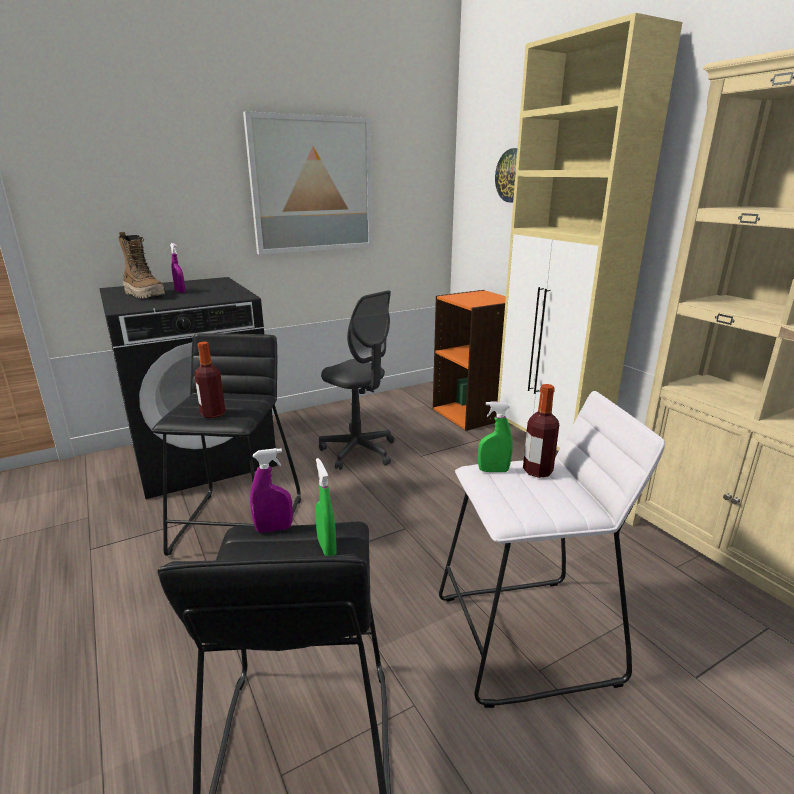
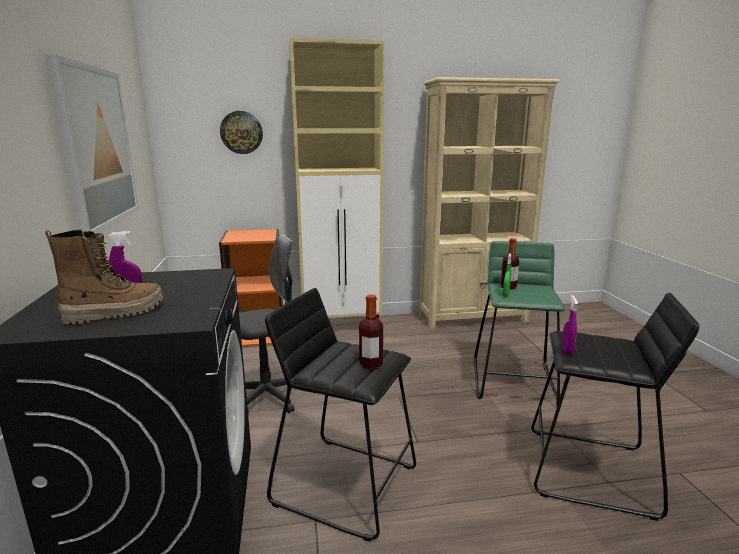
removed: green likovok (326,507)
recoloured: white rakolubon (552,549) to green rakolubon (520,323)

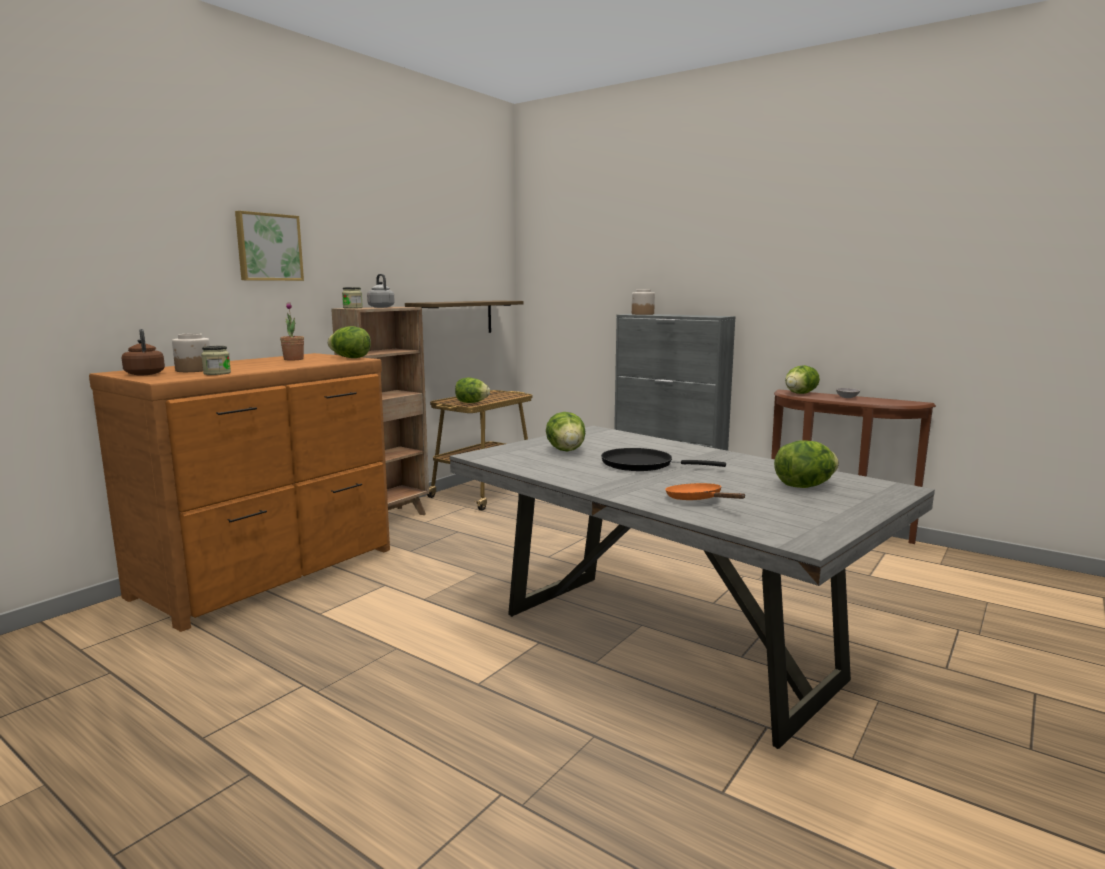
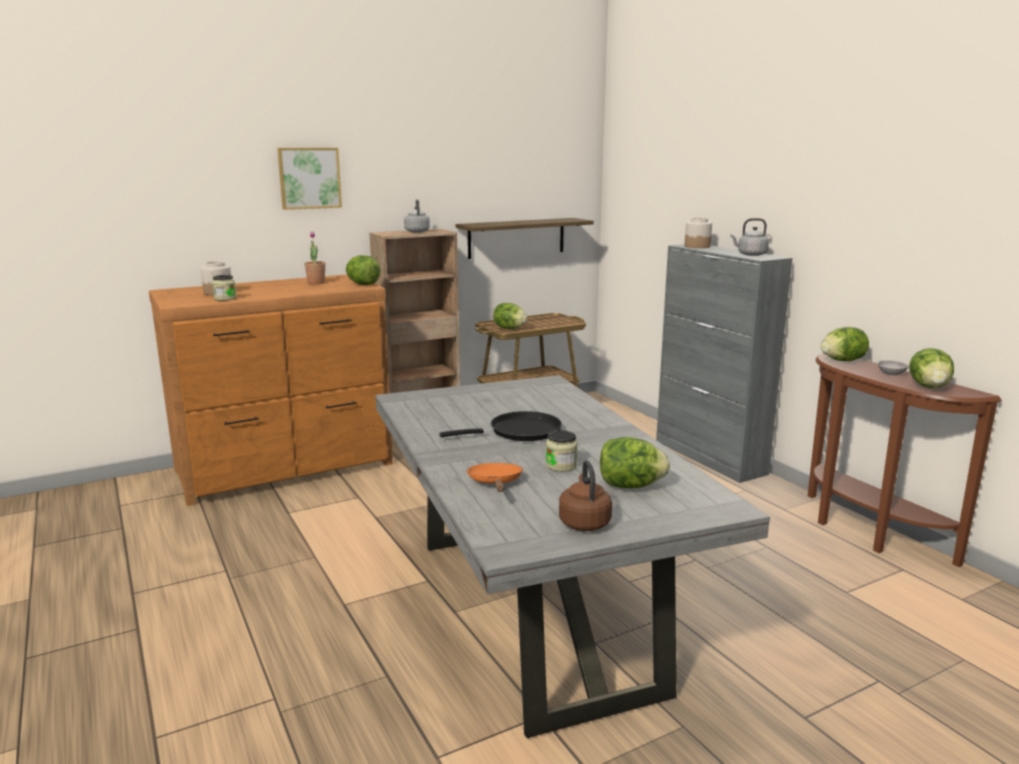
added: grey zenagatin (749,237)
moved: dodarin (352,297) to (562,451); brown zenagatin (143,352) to (585,495); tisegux (565,432) to (931,368)
turned: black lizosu (663,459) = (500,426) 120 degrees clockwise

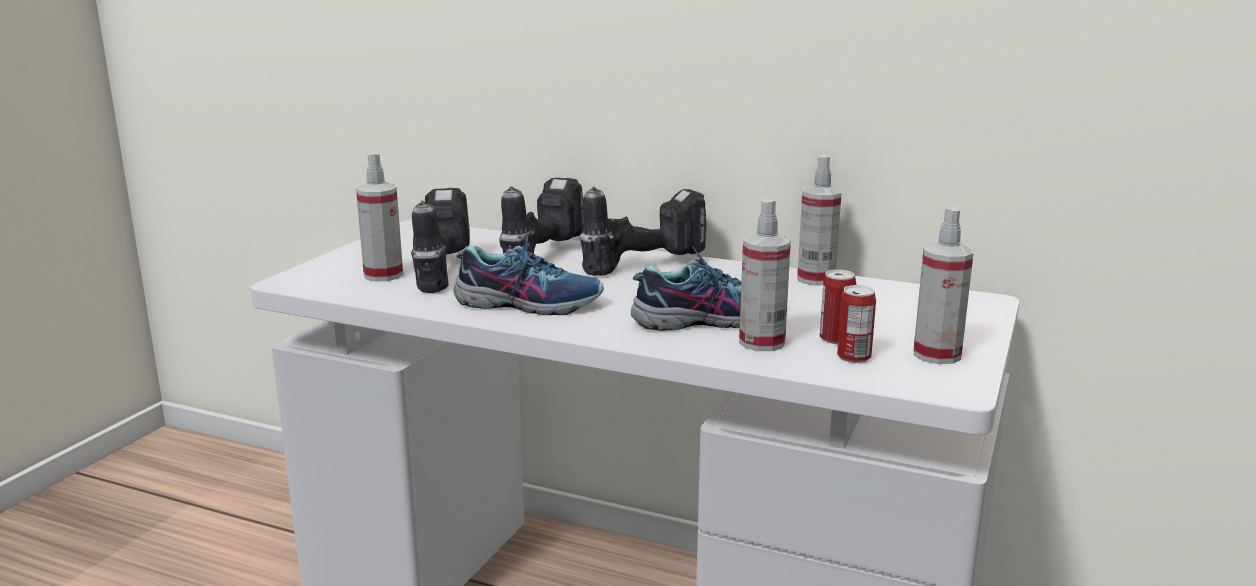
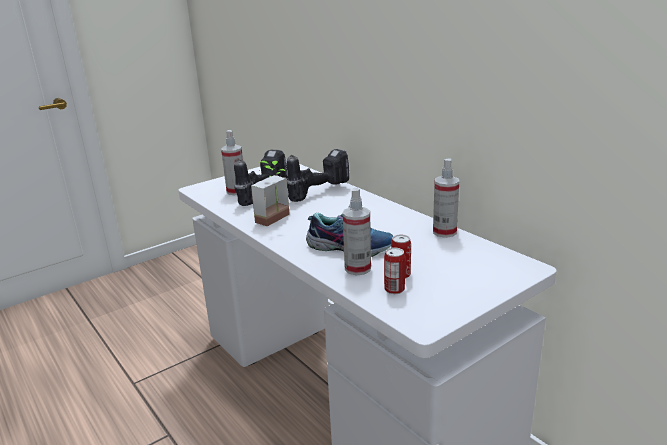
removed: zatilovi (643,231); likovok (943,285)
replaced: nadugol (529,274) to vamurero (270,193)

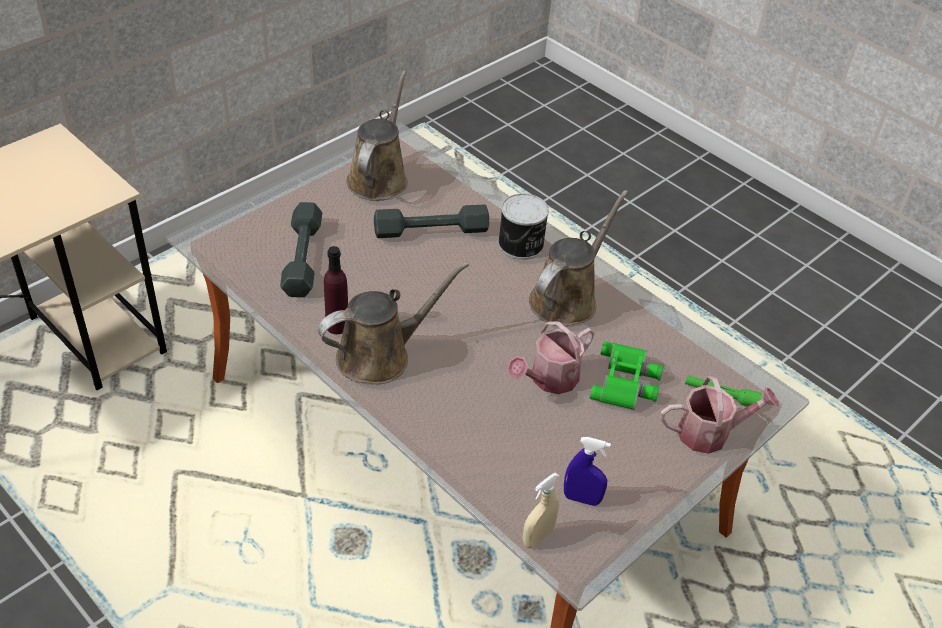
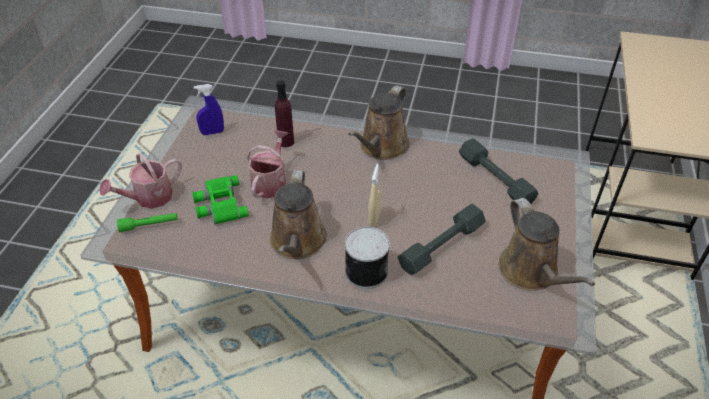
moved: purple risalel (336,290) to (284,113); beige likovok (541,510) to (374,195)

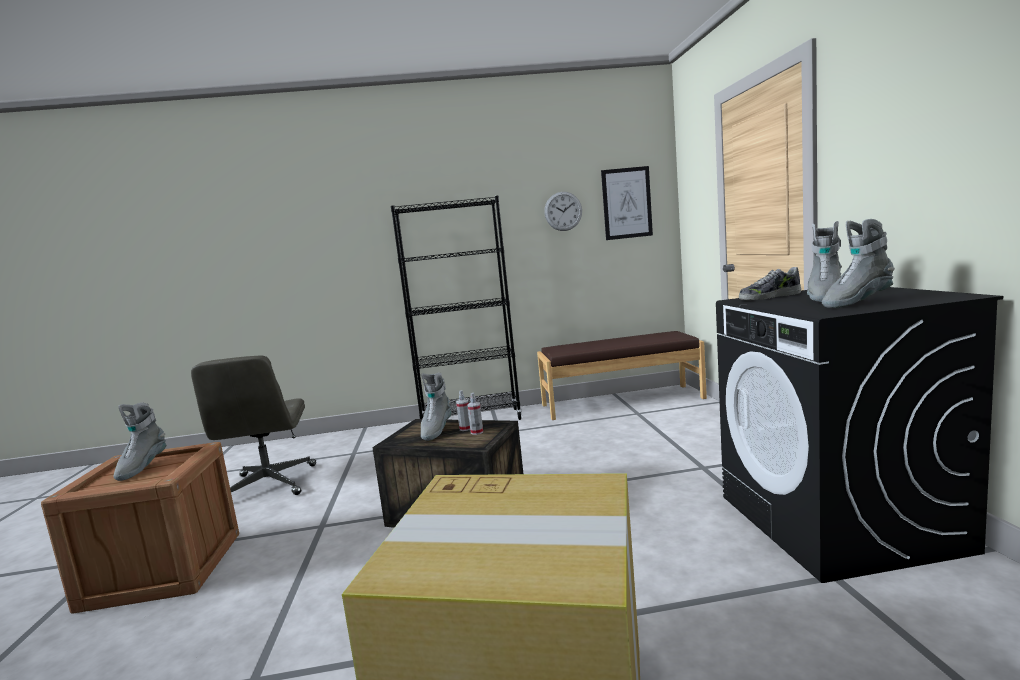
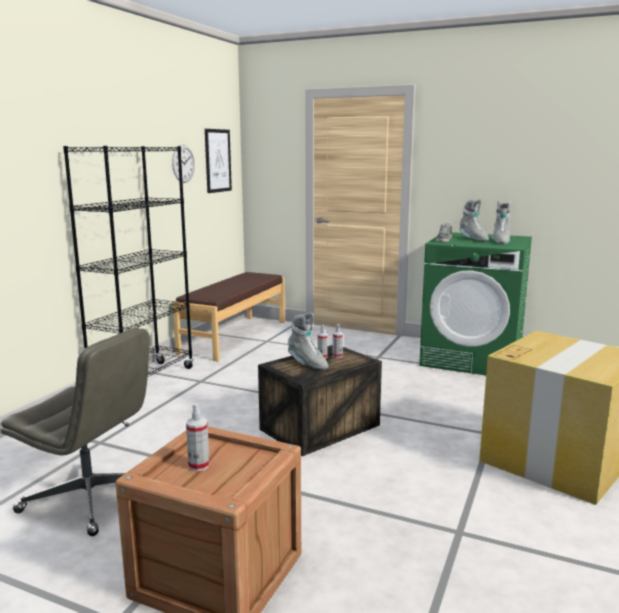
replaced: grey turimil (140,441) to likovok (198,437)
recoloured: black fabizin (859,435) to green fabizin (475,303)

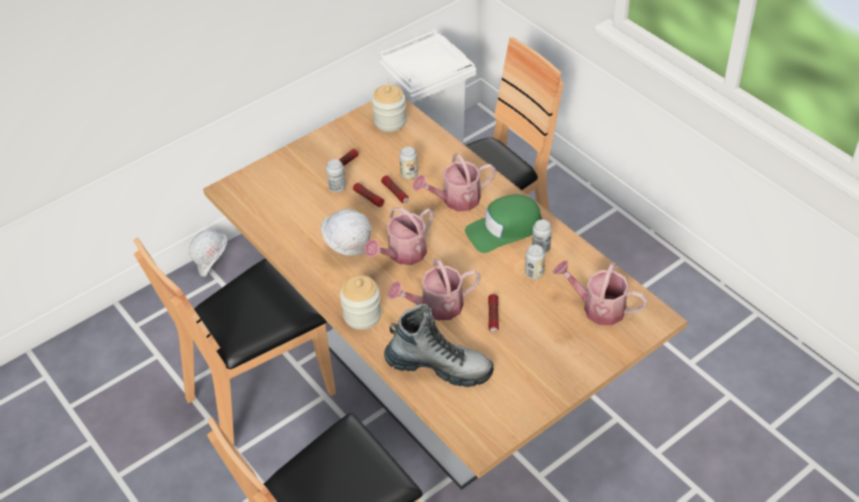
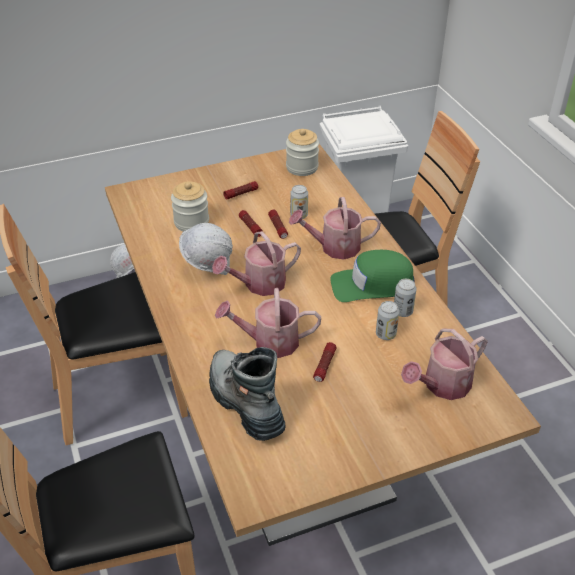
removed: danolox (336,175)
moved: dodarin (360,302) to (190,206)
turned: turimil (439,345) = (247,394) 150 degrees counterclockwise; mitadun (600,293) = (444,364) 75 degrees counterclockwise

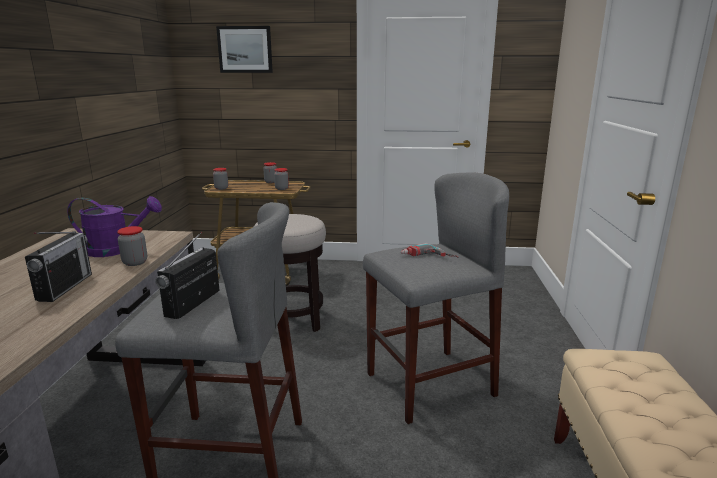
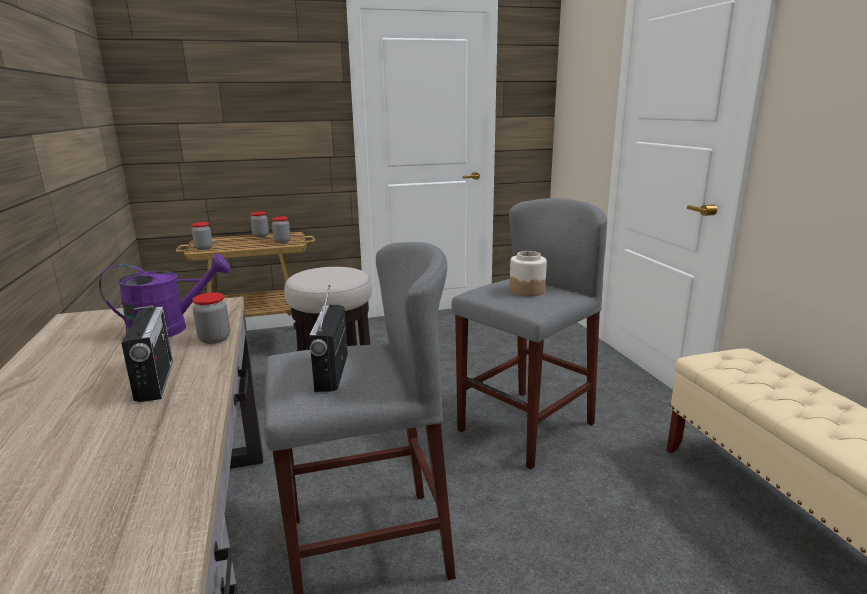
removed: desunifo (244,49)
replaced: zatilovi (430,250) to dodarin (528,274)

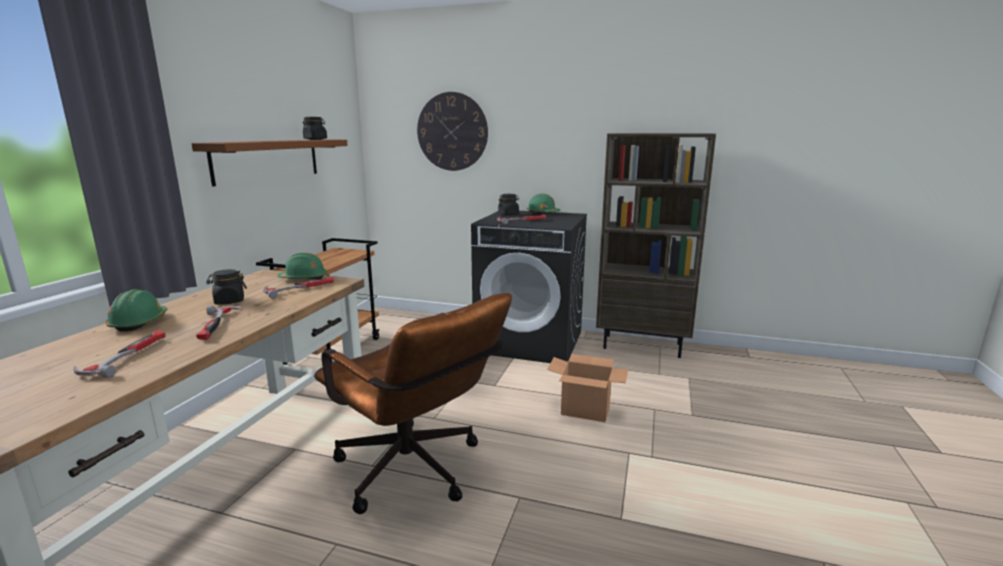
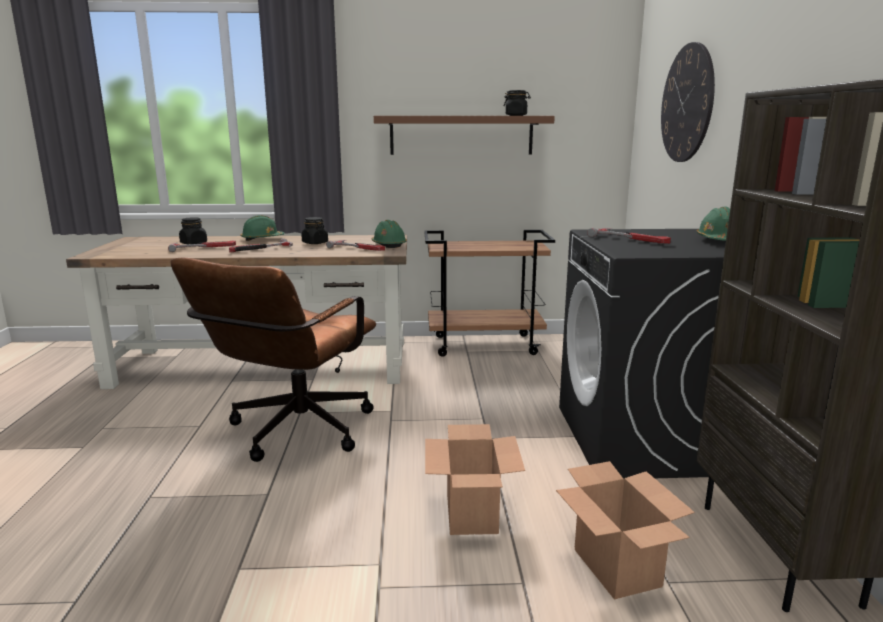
added: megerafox (625,530)
moved: black dodarin (508,204) to (193,230)

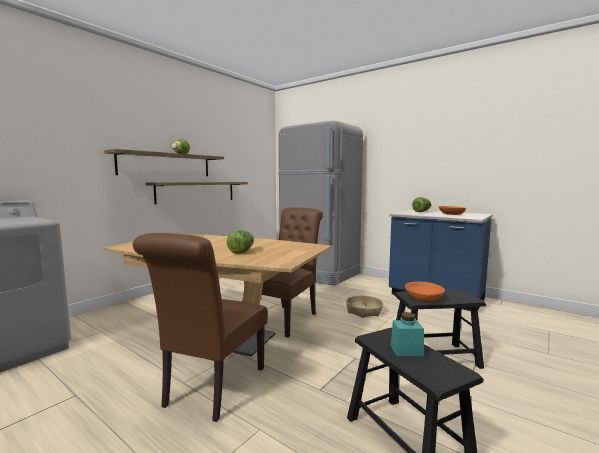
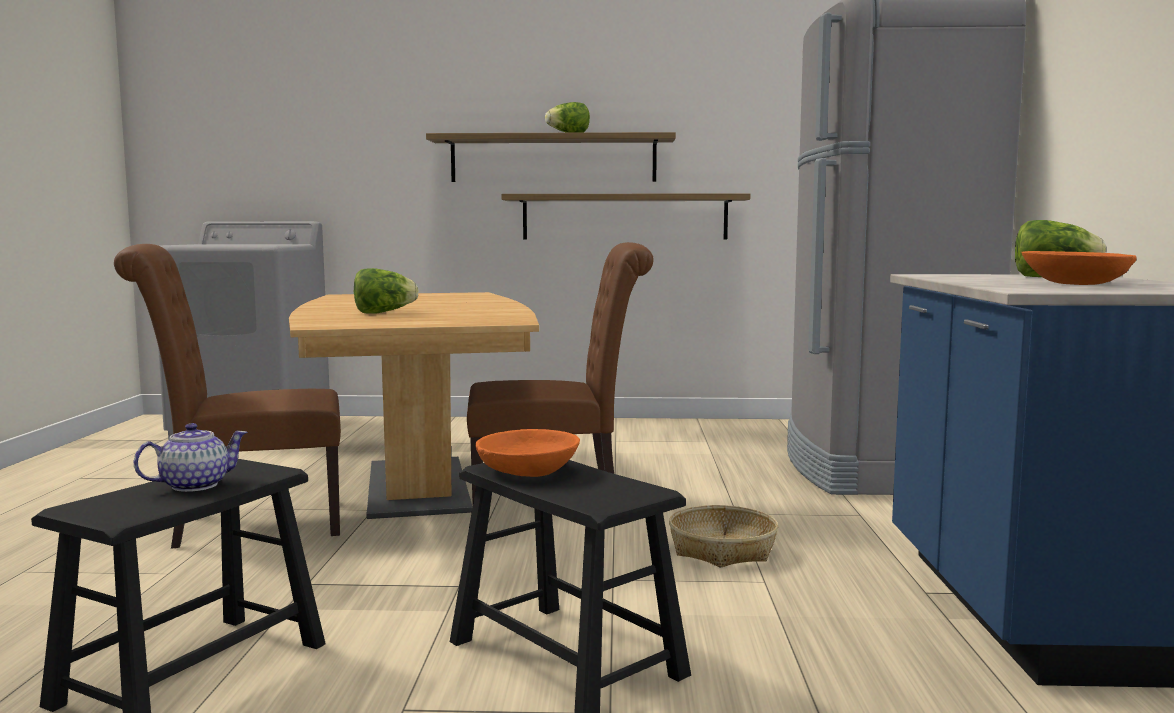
replaced: turquoise dodarin (407,334) to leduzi (191,457)

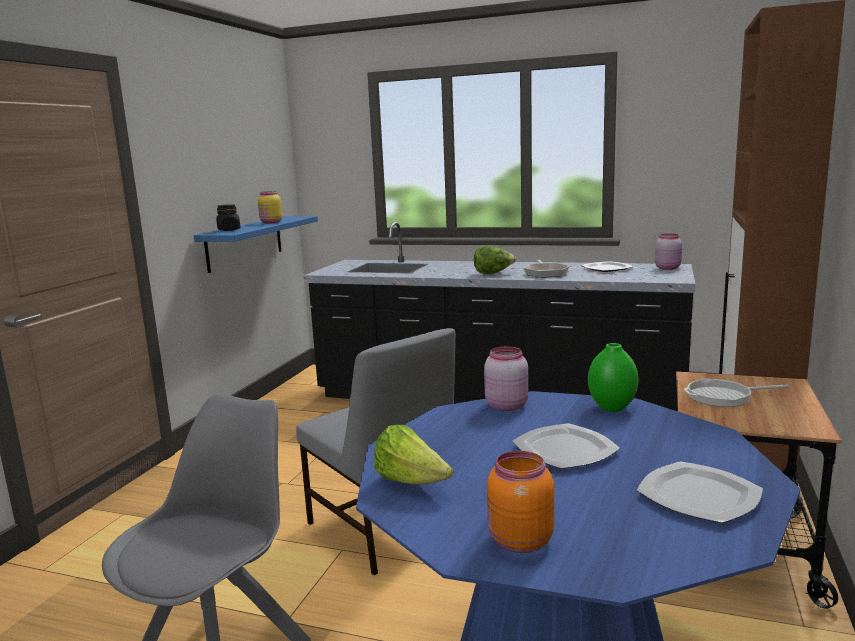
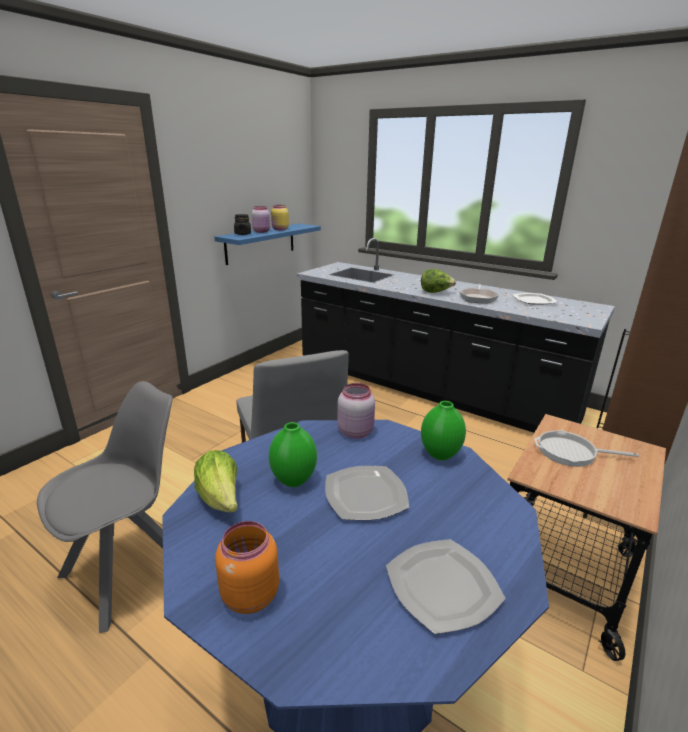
added: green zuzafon (293,454)
moved: pink dodarin (668,251) to (260,219)

